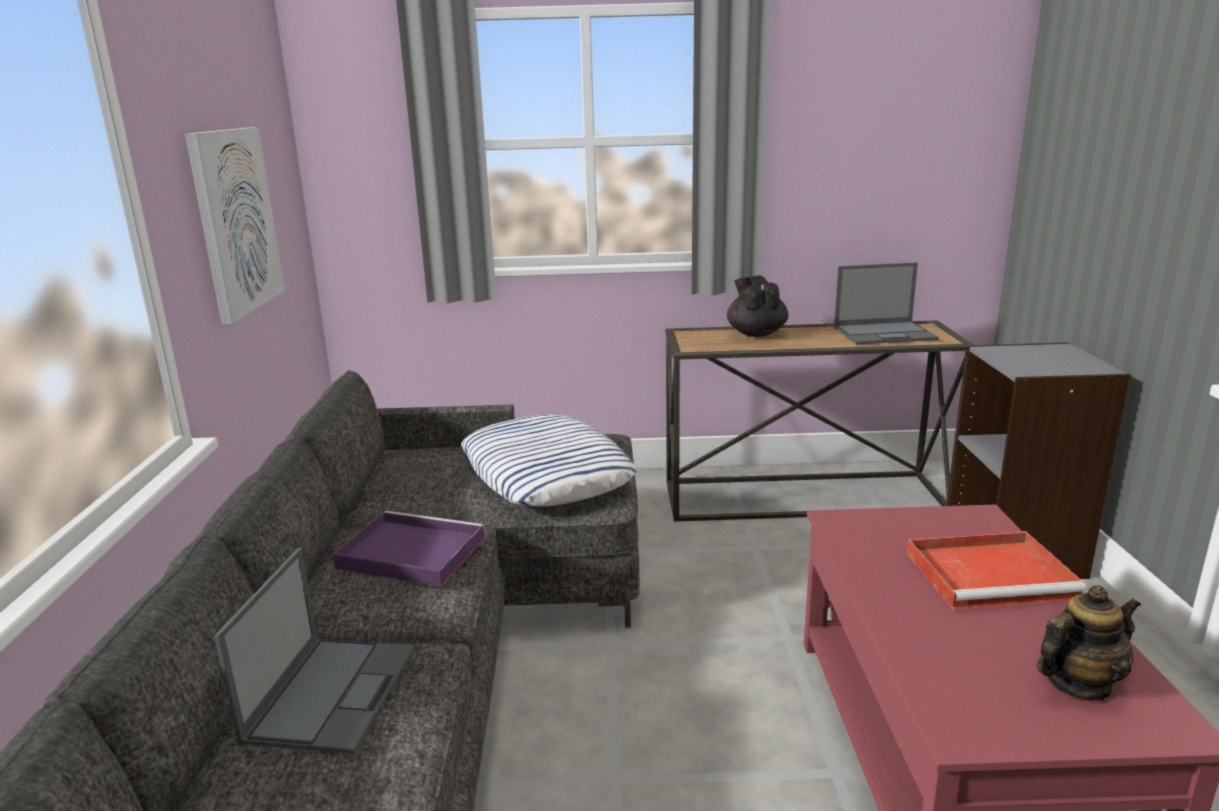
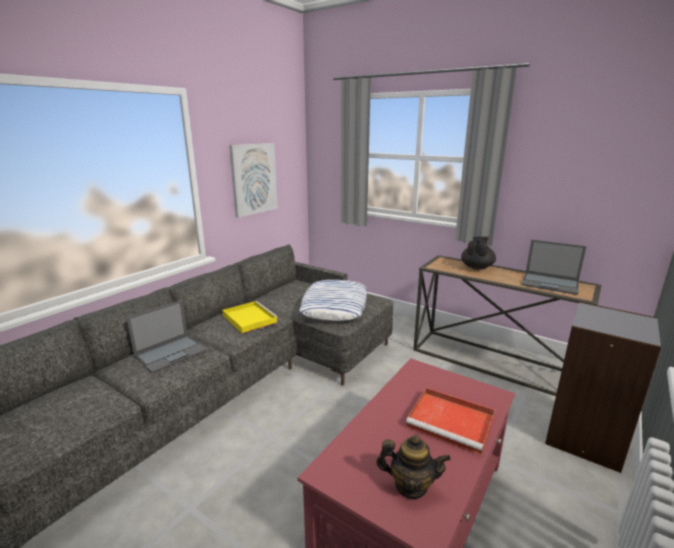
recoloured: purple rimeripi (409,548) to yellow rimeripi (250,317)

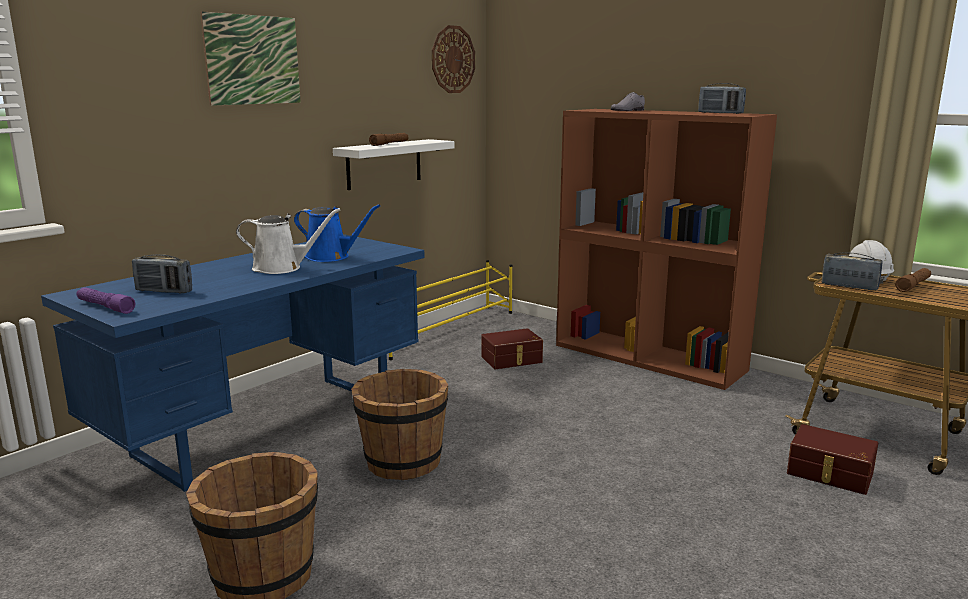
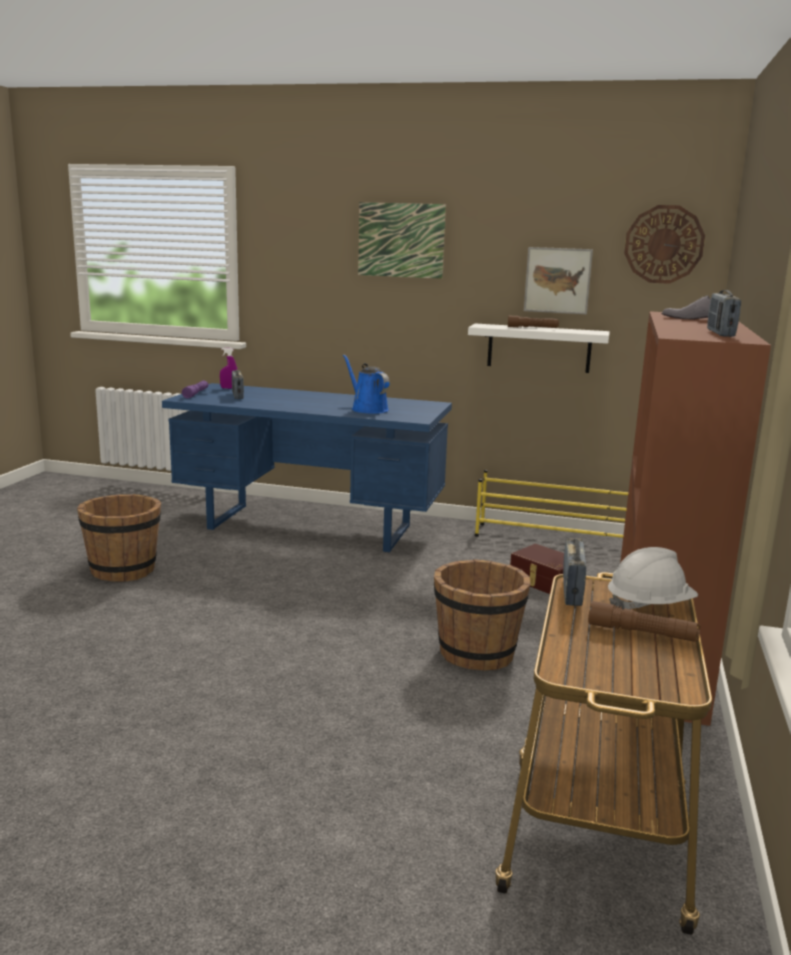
removed: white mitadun (288,241); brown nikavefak (832,459)
added: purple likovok (228,368); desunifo (558,281)
moved: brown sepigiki (400,424) to (482,615)
turned: blue mitadun (337,233) = (366,383) 150 degrees clockwise

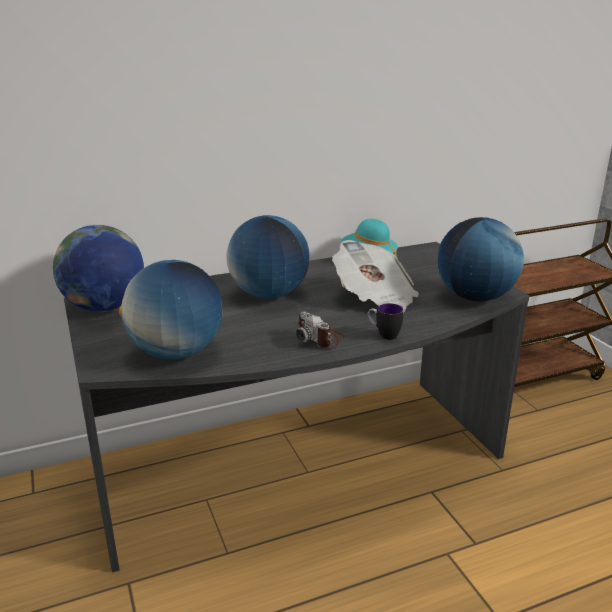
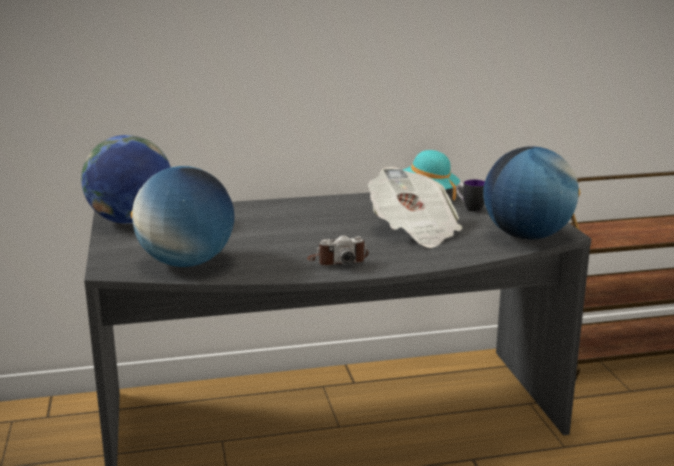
removed: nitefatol (267,257)
moved: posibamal (385,321) to (470,195)
turned: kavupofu (320,330) = (338,250) 75 degrees counterclockwise

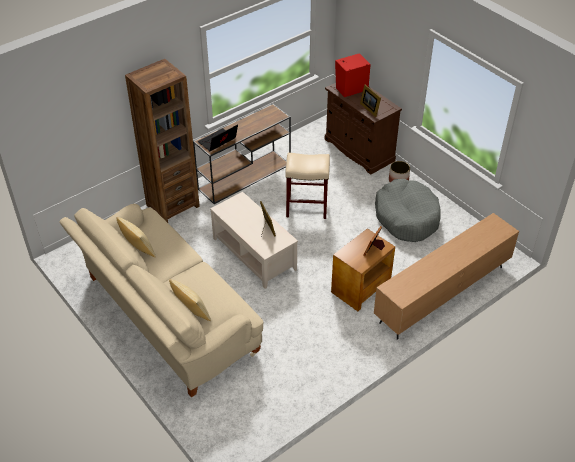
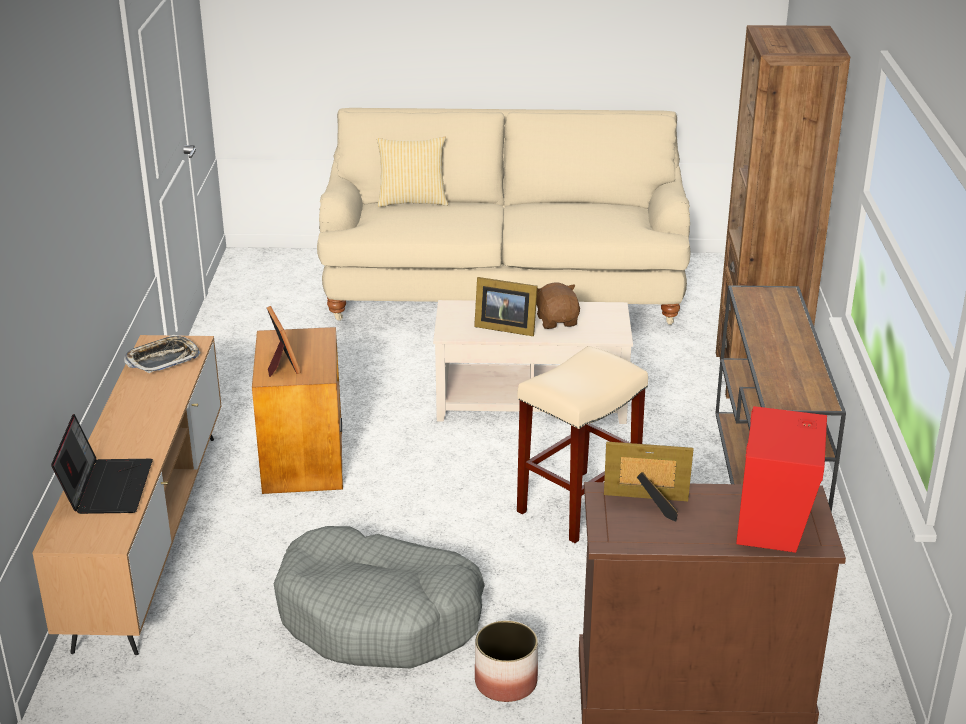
removed: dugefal (136,237)
added: rimeripi (162,354); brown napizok (558,306)
moved: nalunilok (218,137) to (102,464)

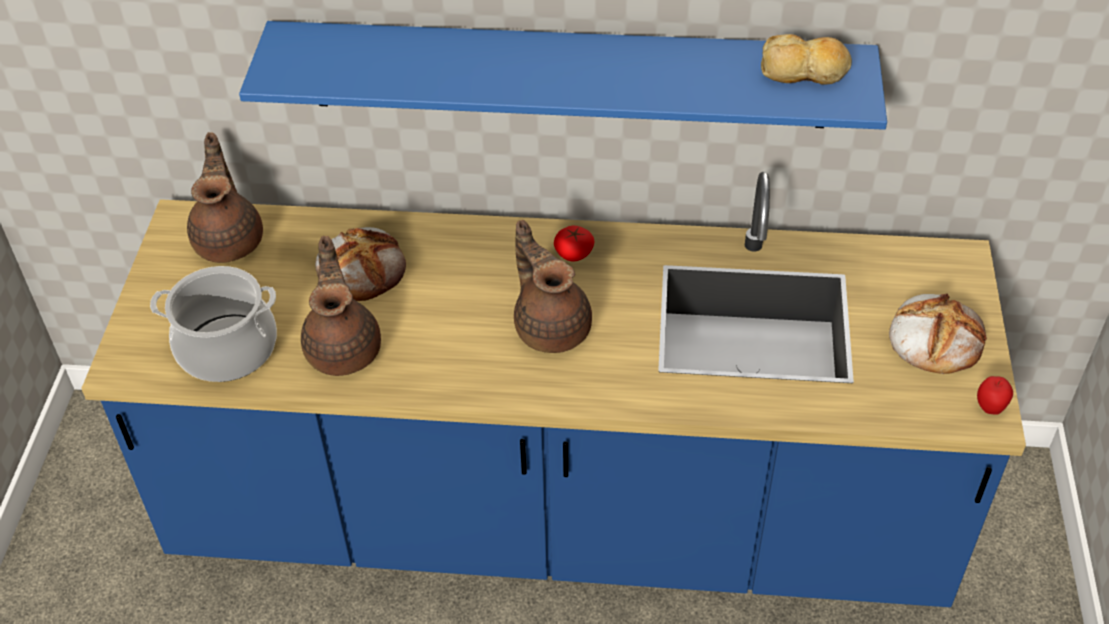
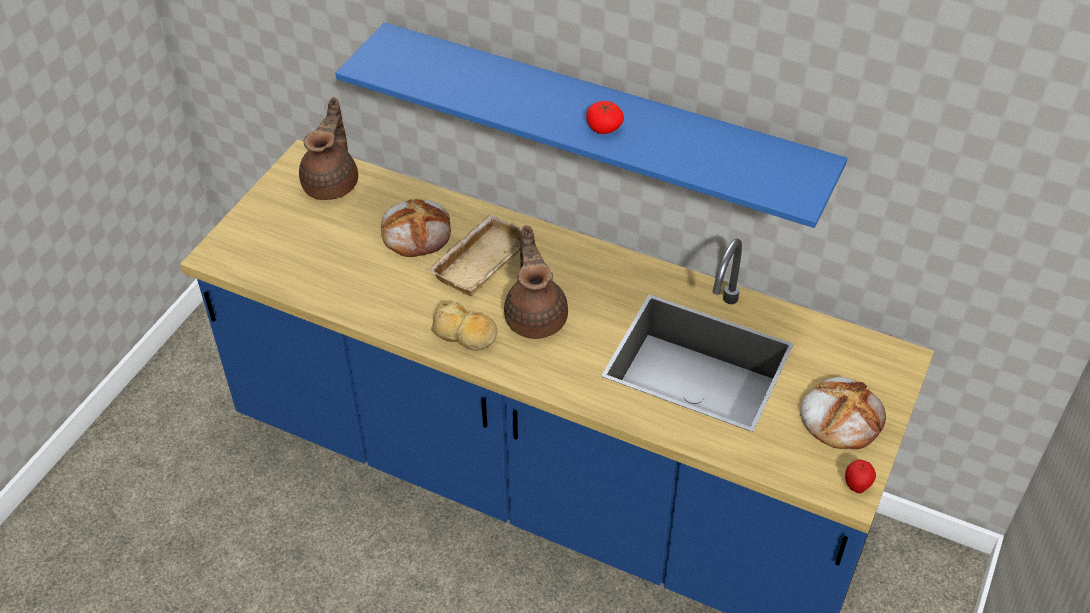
removed: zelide (213,324); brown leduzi (341,306)
added: beige rimeripi (475,255)
moved: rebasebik (806,59) to (464,327); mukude (574,243) to (605,117)

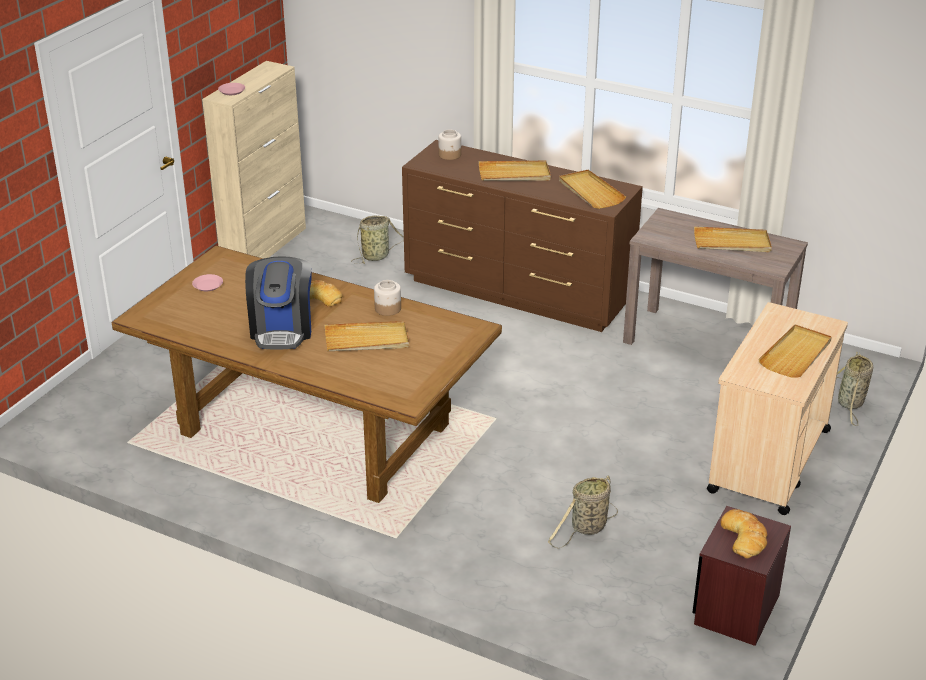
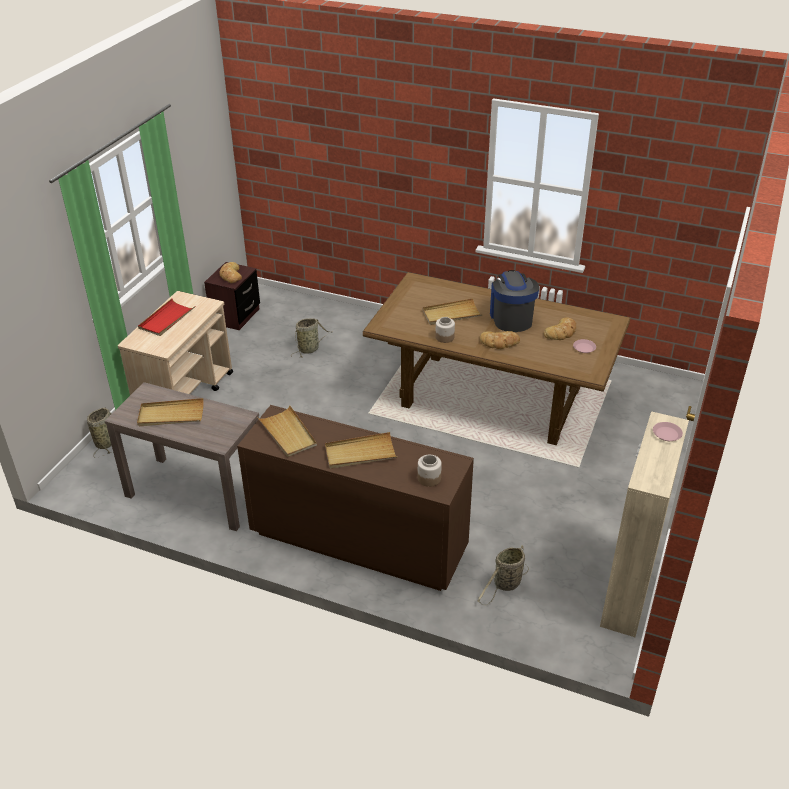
added: rebasebik (560,329)
recoloured: beige rimeripi (795,351) to red rimeripi (166,317)

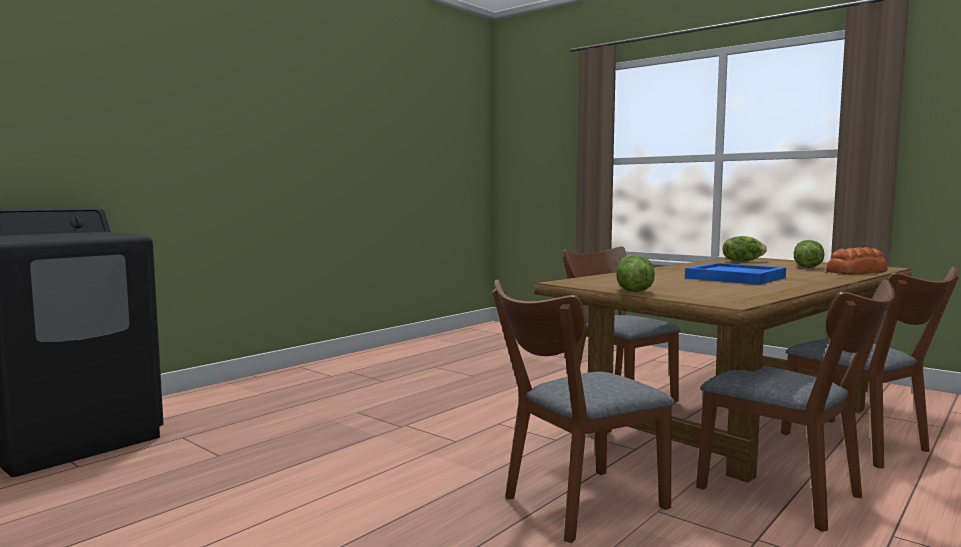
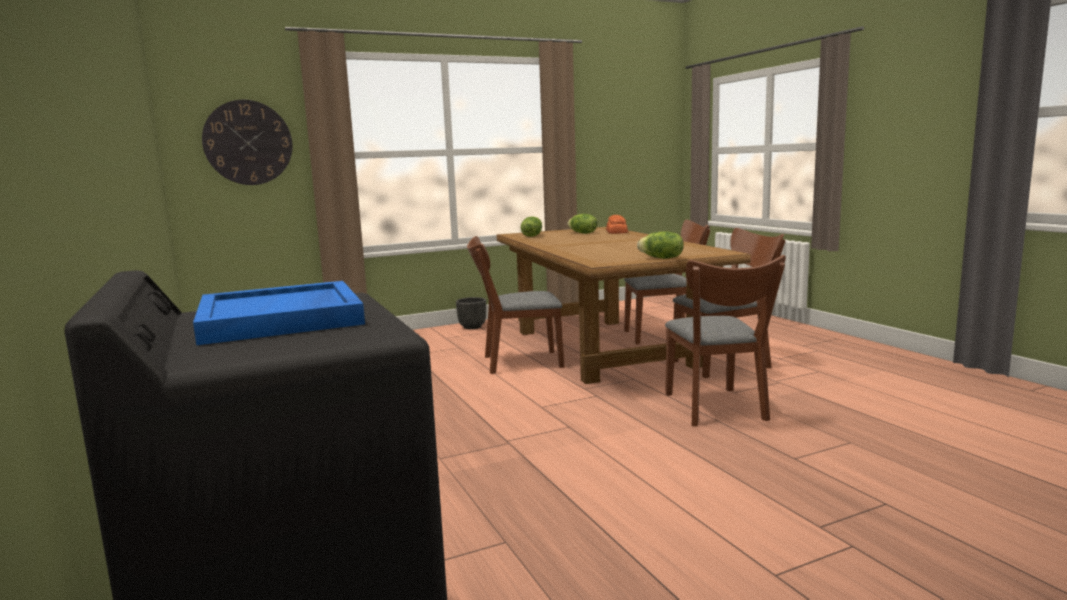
added: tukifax (247,142); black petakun (471,313)
moved: blue rimeripi (735,274) to (279,313)

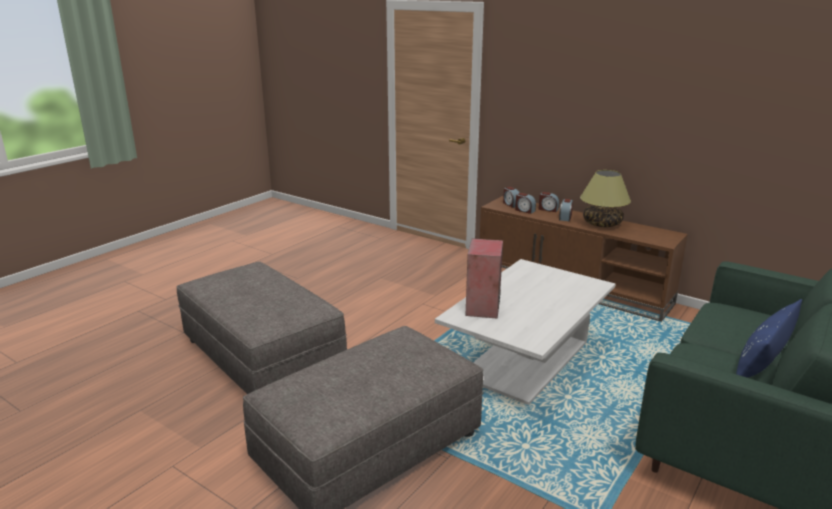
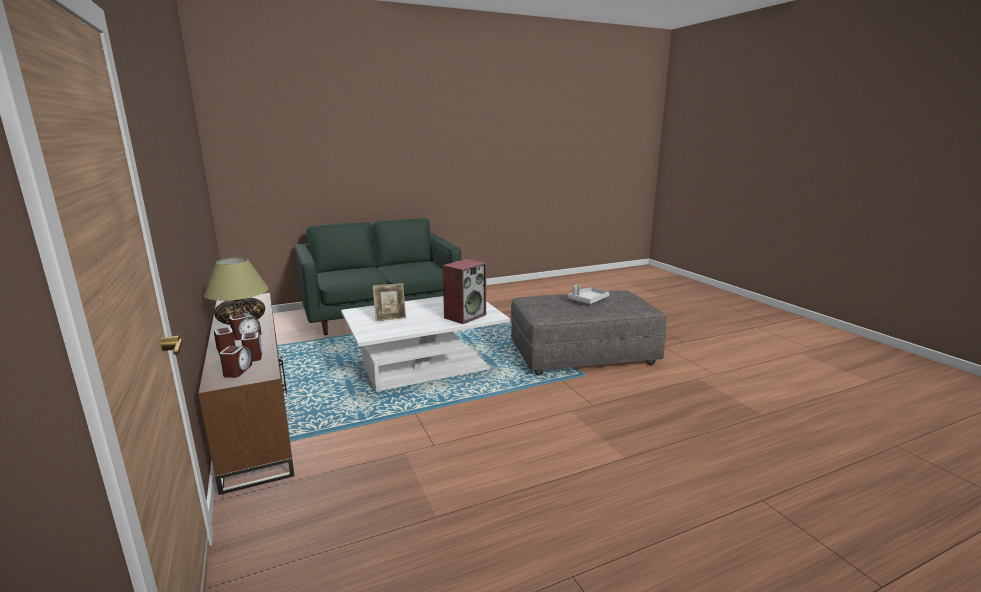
removed: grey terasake (261,328); blue dugefal (769,338)
added: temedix (389,302); grey rimeripi (588,294)

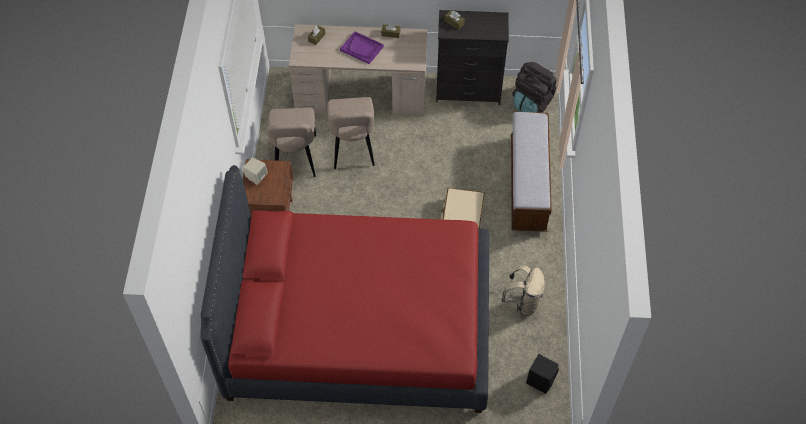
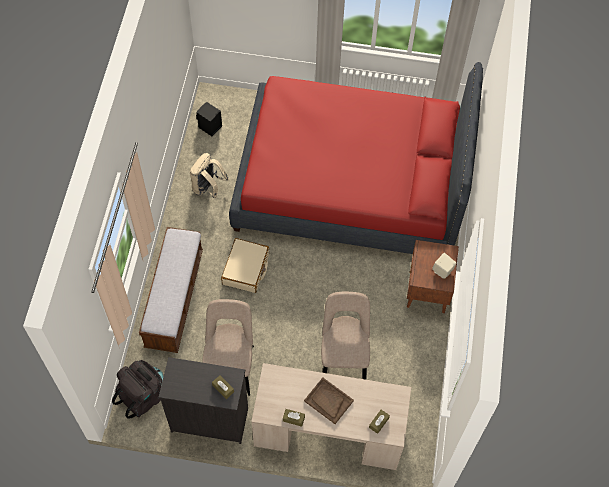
moved: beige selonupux (291,142) to (228,347)
recoloured: purple rimeripi (362,47) to brown rimeripi (329,401)

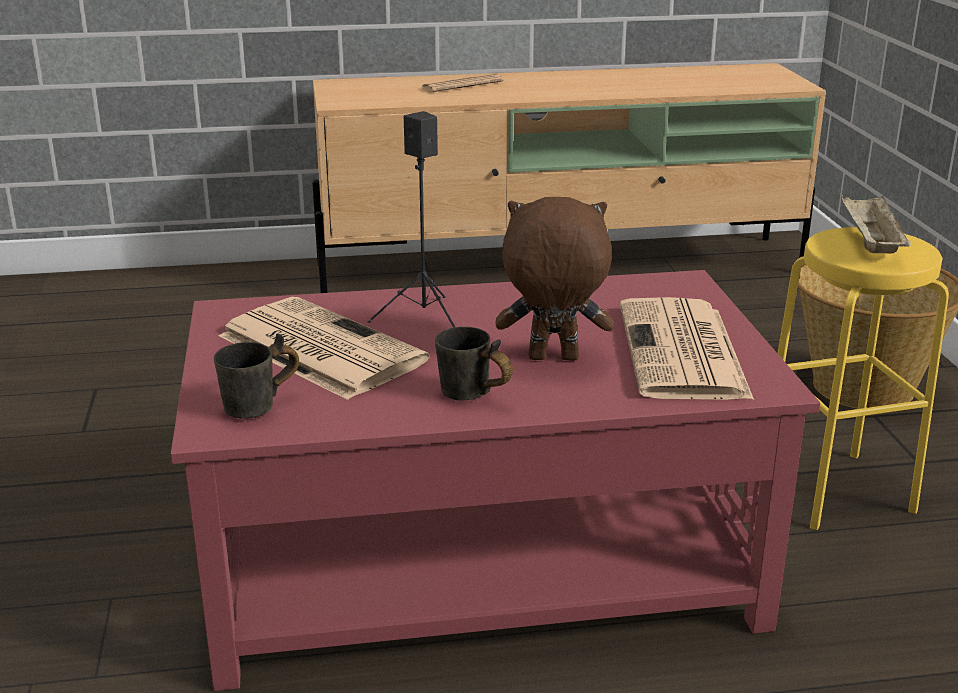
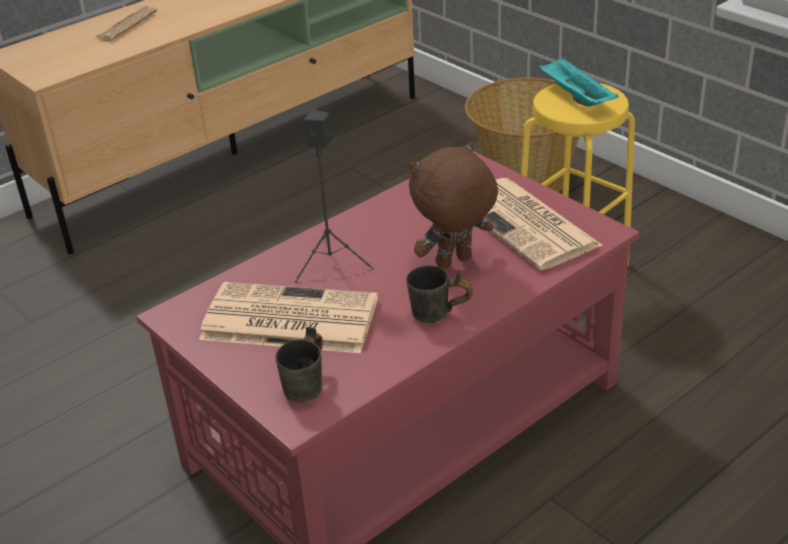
recoloured: beige rimeripi (876,224) to turquoise rimeripi (579,81)

